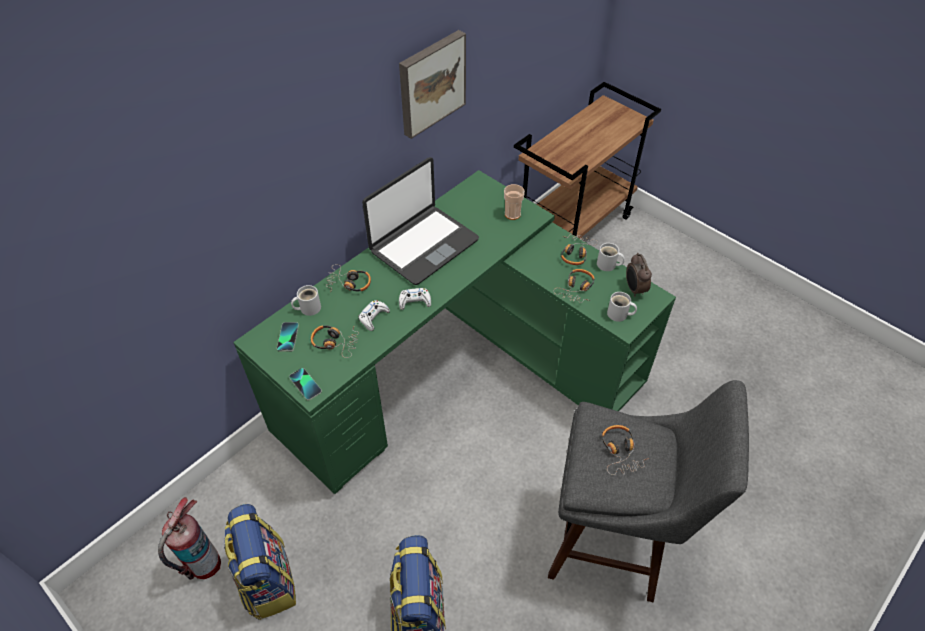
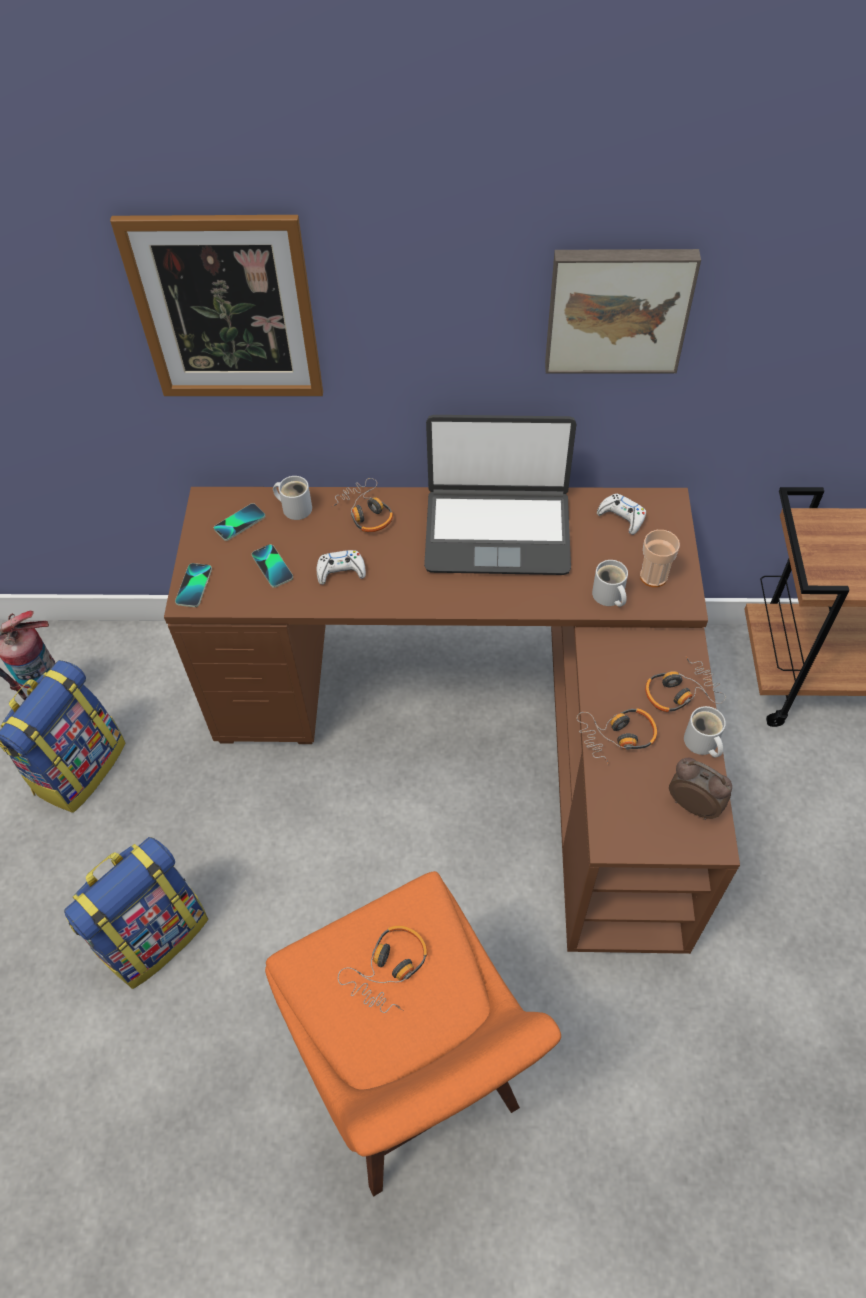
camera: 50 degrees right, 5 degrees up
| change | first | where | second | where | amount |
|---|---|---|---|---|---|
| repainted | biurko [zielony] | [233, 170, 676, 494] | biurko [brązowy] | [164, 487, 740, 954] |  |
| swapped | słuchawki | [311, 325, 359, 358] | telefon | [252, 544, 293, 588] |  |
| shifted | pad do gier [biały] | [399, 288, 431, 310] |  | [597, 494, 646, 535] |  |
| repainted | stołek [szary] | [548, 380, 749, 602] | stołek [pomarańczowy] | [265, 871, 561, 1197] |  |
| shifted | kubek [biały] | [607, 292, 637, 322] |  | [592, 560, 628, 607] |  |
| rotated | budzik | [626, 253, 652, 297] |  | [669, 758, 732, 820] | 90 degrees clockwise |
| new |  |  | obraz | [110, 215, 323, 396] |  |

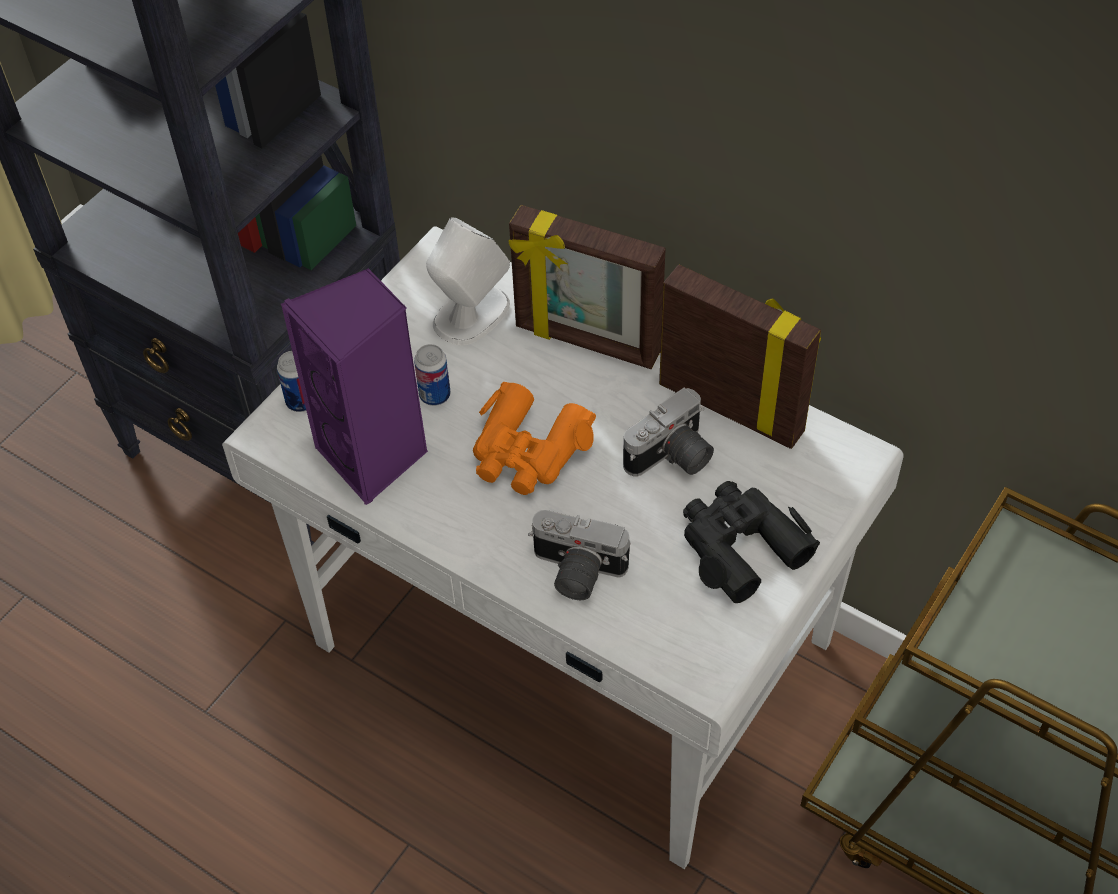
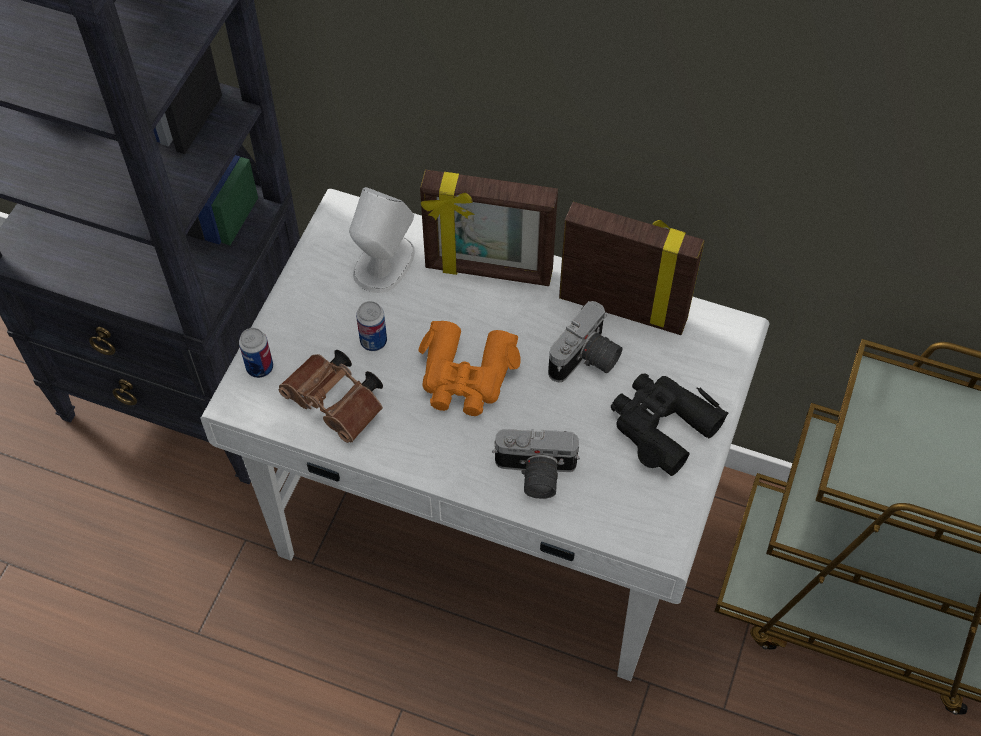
camera: 15 degrees left, 5 degrees up
| change | first | where | second | where | amount |
|---|---|---|---|---|---|
| swapped | głośnik [fioletowy] | [281, 268, 428, 505] | lornetka [brązowy] | [278, 350, 383, 443] |  |

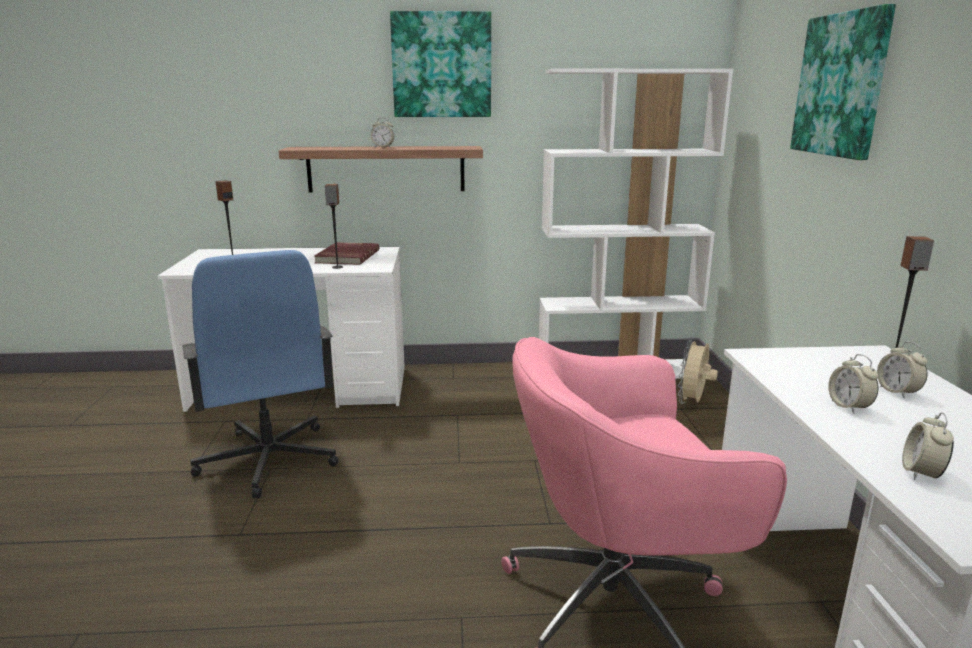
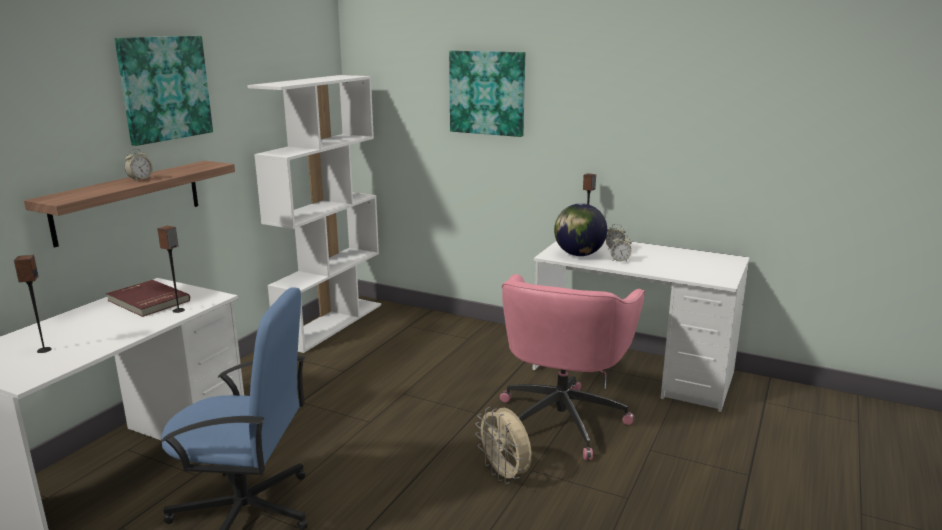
camera: 60 degrees left, 0 degrees up
| change | first | where | second | where | amount |
|---|---|---|---|---|---|
| shifted | wentylator [beżowy] | [677, 337, 718, 404] |  | [476, 407, 532, 484] |  |
| gone | budzik | [902, 412, 954, 480] |  |  |  |
| new |  |  | globus | [554, 203, 607, 256] |  |

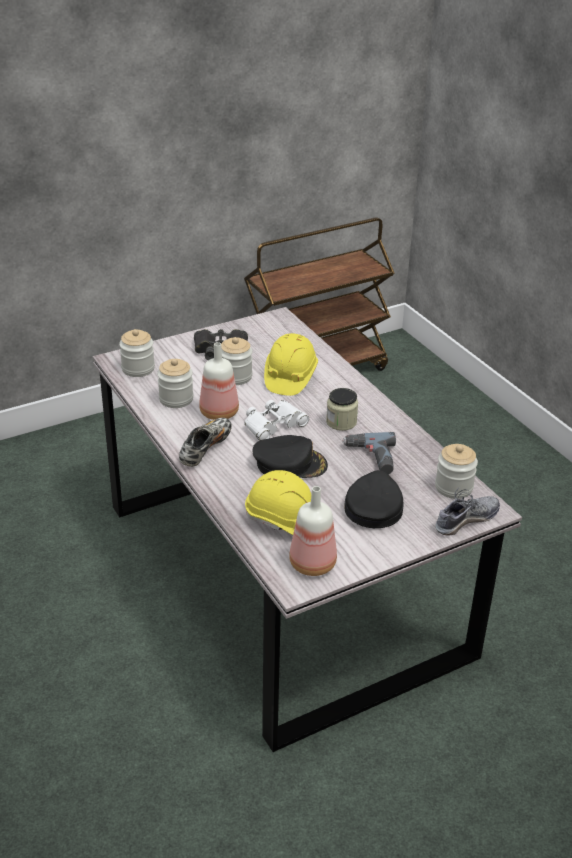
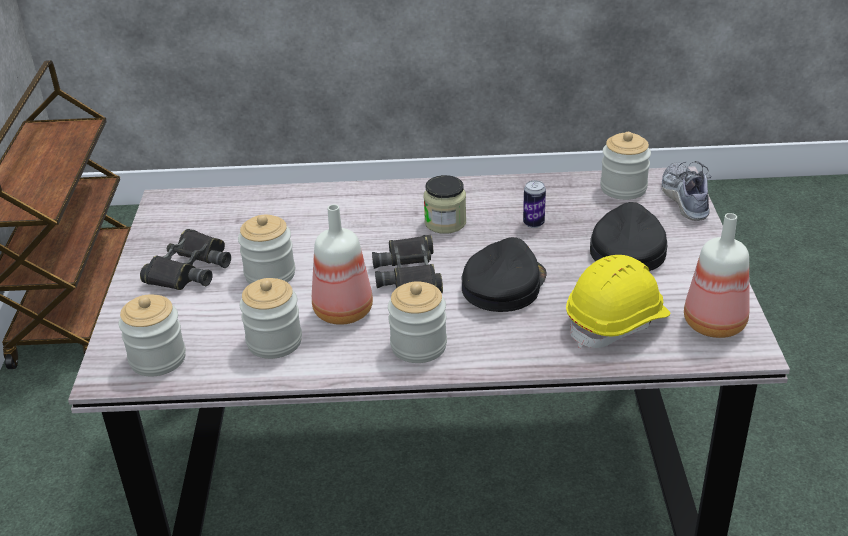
camera: 60 degrees left, 0 degrees up
| change | first | where | second | where | amount |
|---|---|---|---|---|---|
| swapped | but | [179, 418, 232, 467] | słoik | [388, 281, 447, 363] |  |
| repainted | lornetka [biały] | [244, 400, 309, 441] | lornetka [czarny] | [372, 235, 443, 293] |  |
| gone | kask [żółty] | [264, 333, 318, 396] |  |  |  |
| swapped | wiertarka | [342, 432, 396, 474] | puszka | [523, 180, 546, 228] |  |
| rotated | czapka z daszkiem [czarny] | [344, 470, 404, 528] |  | [590, 202, 667, 271] | 60 degrees clockwise |

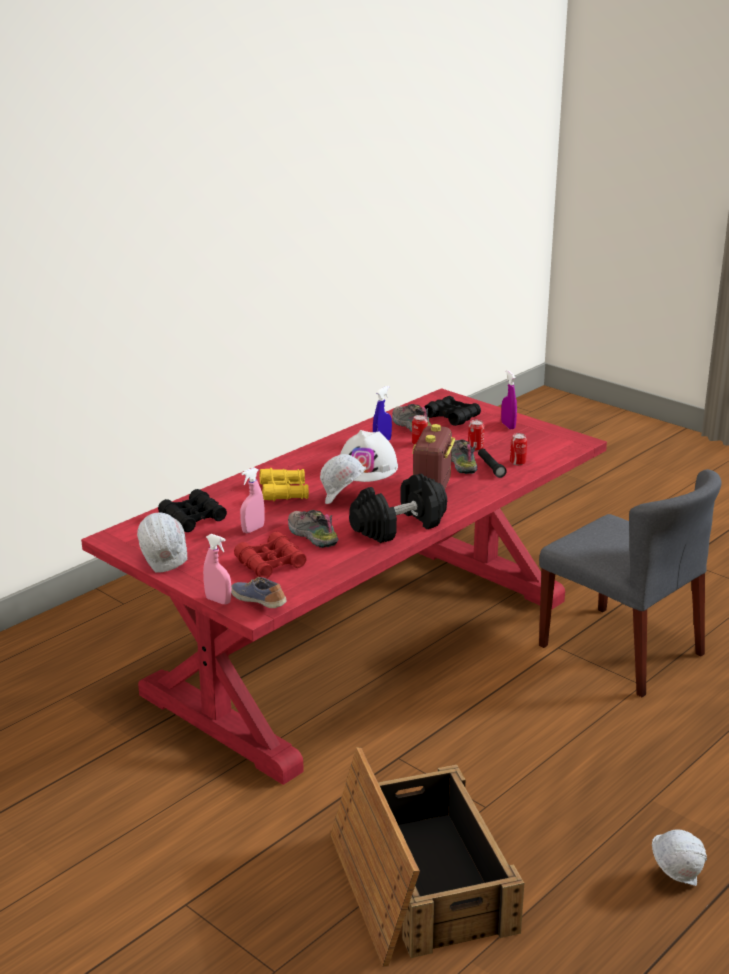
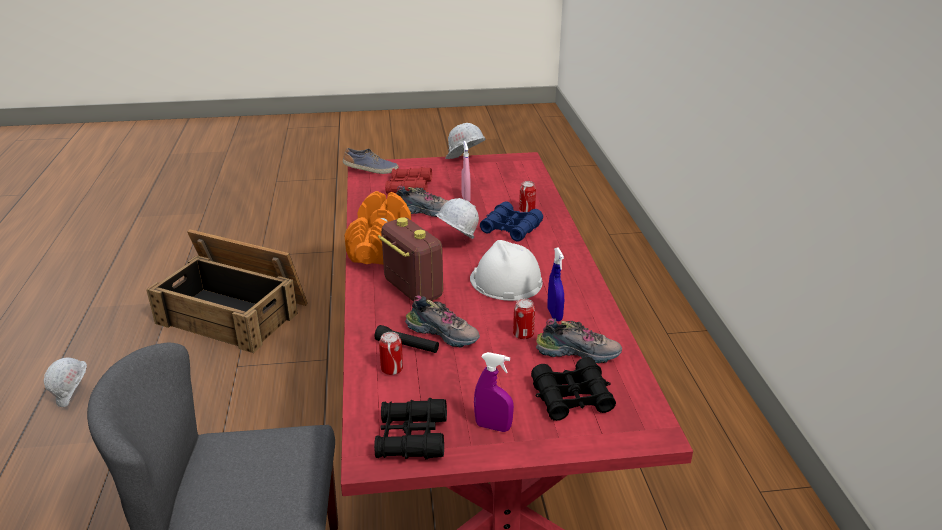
camera: 130 degrees right, 5 degrees up
| change | first | where | second | where | amount |
|---|---|---|---|---|---|
| shifted | lornetka [czarny] | [158, 489, 227, 532] |  | [374, 398, 447, 459] |  |
| gone | spryskiwacz [różowy] | [203, 534, 231, 604] |  |  |  |
| repainted | lornetka [żółty] | [260, 468, 309, 501] | lornetka [niebieski] | [480, 201, 543, 242] |  |
| repainted | hantel [czarny] | [349, 474, 447, 543] | hantel [pomarańczowy] | [344, 191, 411, 264] |  |
| shifted | puszka | [468, 420, 484, 451] |  | [519, 181, 536, 212] |  |

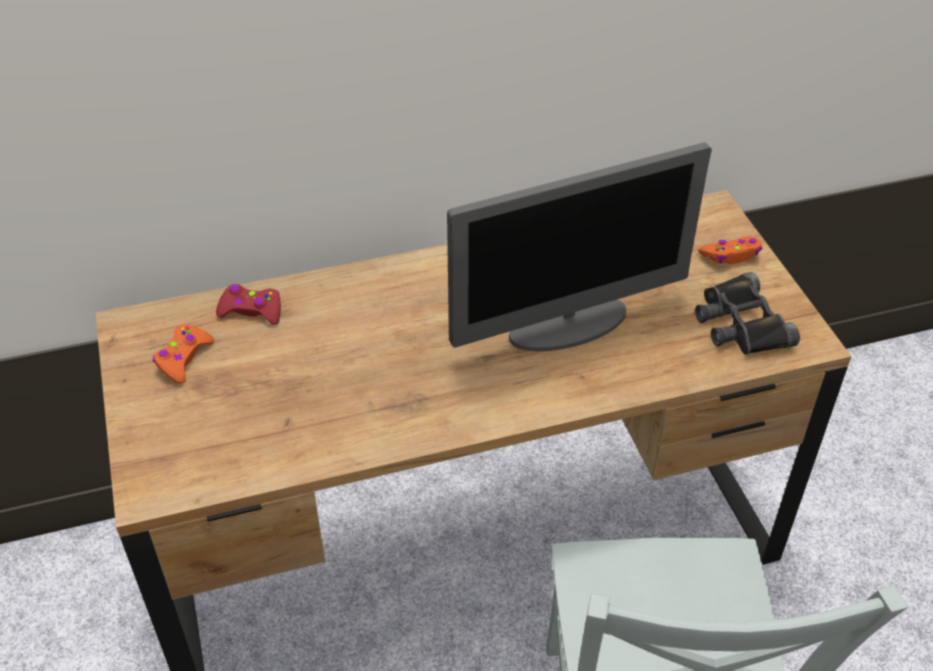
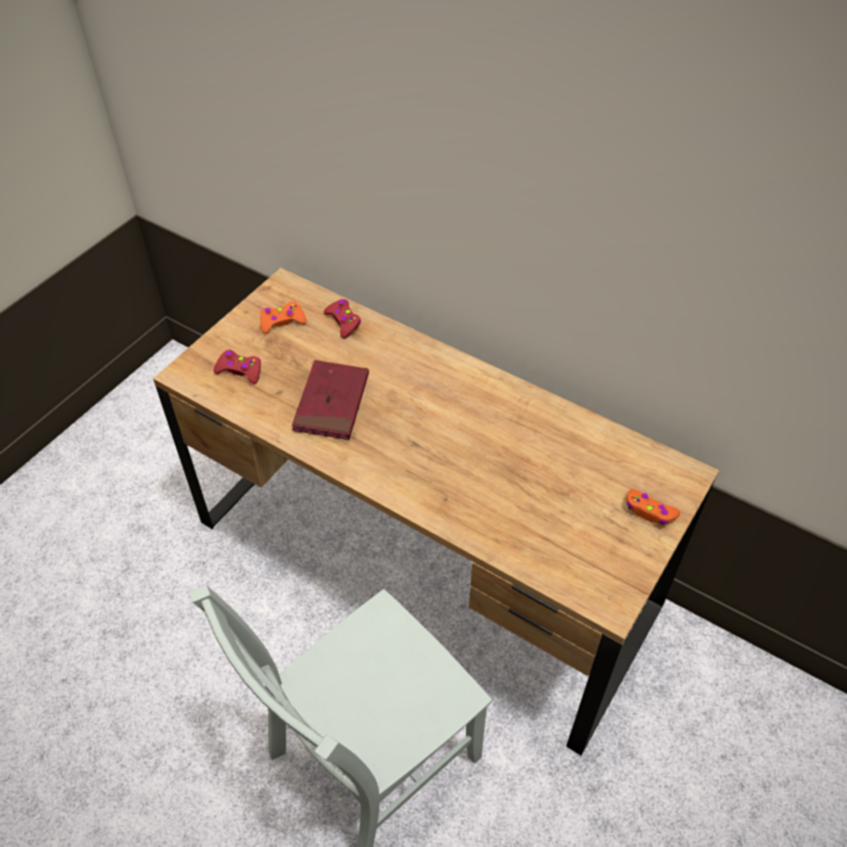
camera: 50 degrees right, 5 degrees up
| change | first | where | second | where | amount |
|---|---|---|---|---|---|
| gone | monitor | [447, 142, 712, 352] |  |  |  |
| gone | lornetka [czarny] | [695, 272, 800, 355] |  |  |  |
| new |  |  | pad do gier [czerwony] | [214, 350, 261, 384] |  |
| new |  |  | książka [czerwony] | [292, 360, 369, 440] |  |

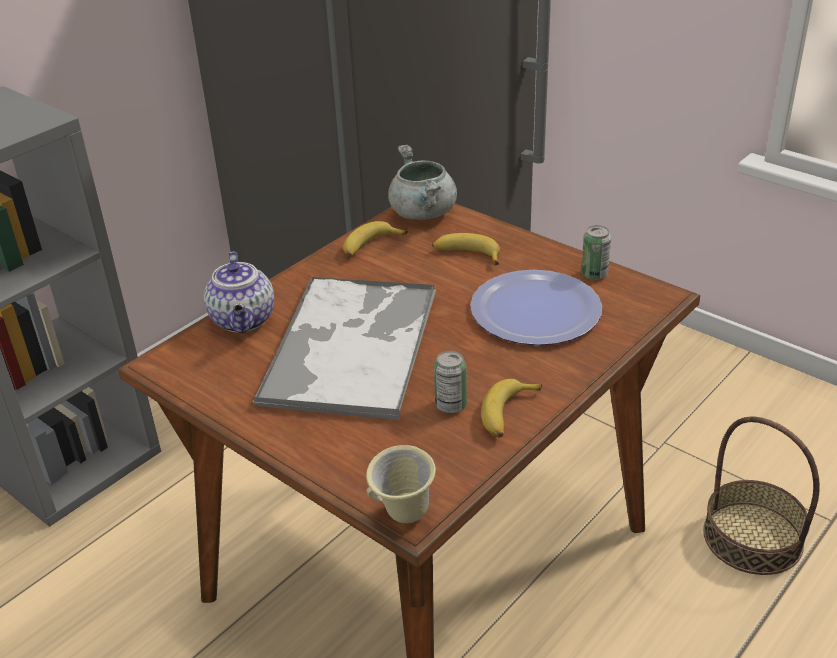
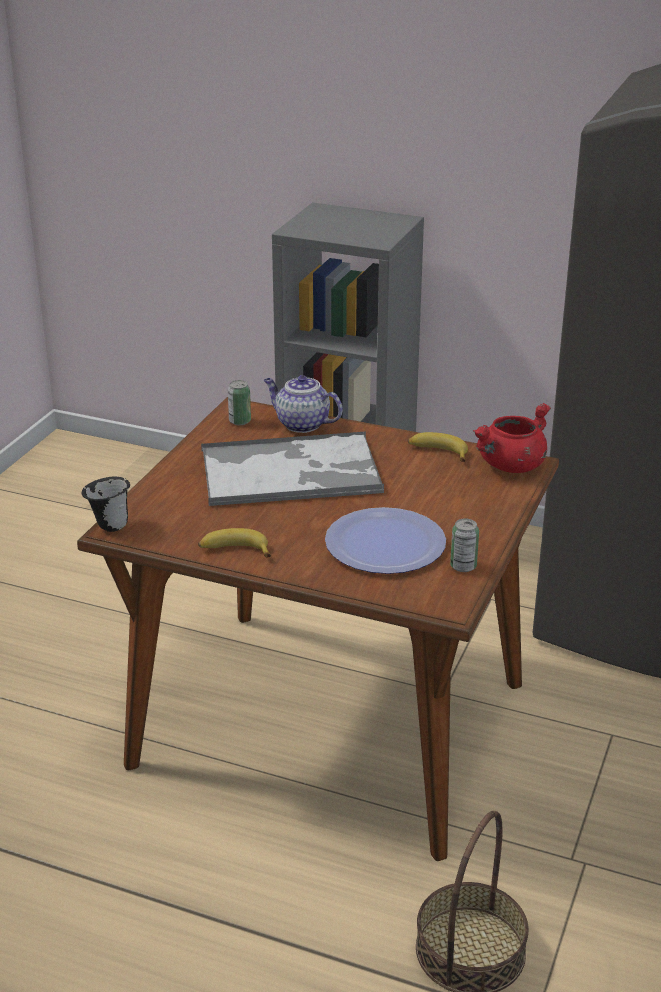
camera: 70 degrees right, 5 degrees down
| change | first | where | second | where | amount |
|---|---|---|---|---|---|
| rotated | imbryk | [204, 252, 275, 333] |  | [264, 375, 343, 433] | 60 degrees clockwise |
| repainted | kubek [beżowy] | [366, 445, 436, 523] | kubek [czarny] | [82, 477, 130, 532] |  |
| repainted | garnek [szary] | [388, 145, 457, 220] | garnek [czerwony] | [473, 403, 551, 473] |  |
| gone | banan | [432, 233, 500, 265] |  |  |  |
| shifted | puszka | [434, 351, 467, 413] |  | [228, 380, 251, 425] |  |

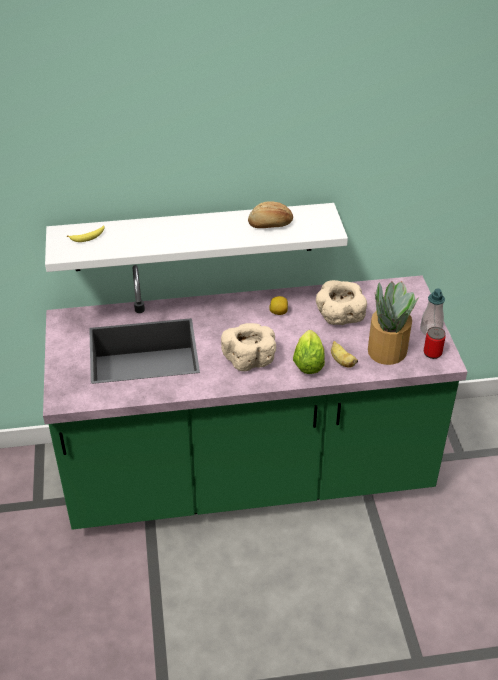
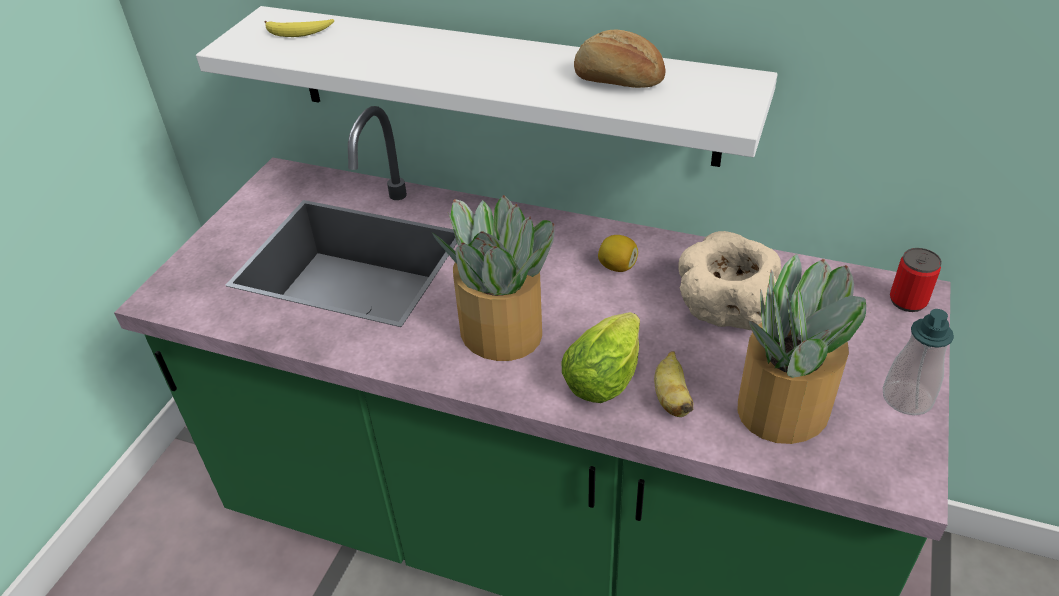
camera: 30 degrees right, 0 degrees up
| change | first | where | second | where | amount |
|---|---|---|---|---|---|
| swapped | miska [beżowy] | [221, 323, 276, 371] | roślina doniczkowa | [432, 195, 554, 361] |  |
| shifted | puszka | [424, 327, 446, 359] |  | [890, 248, 942, 312] |  |

